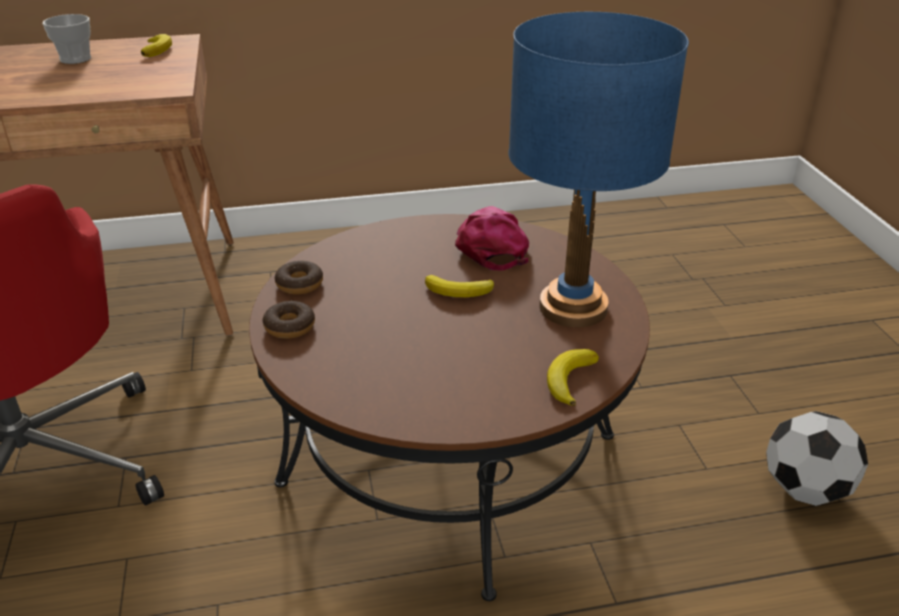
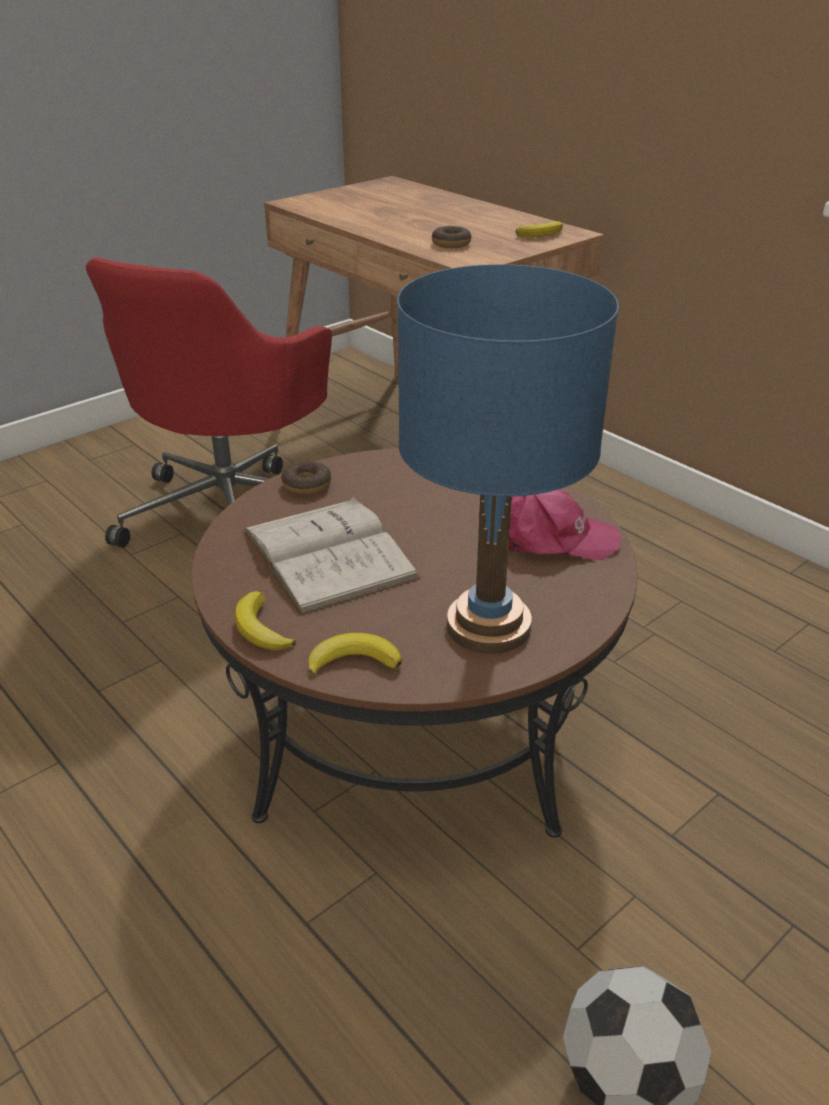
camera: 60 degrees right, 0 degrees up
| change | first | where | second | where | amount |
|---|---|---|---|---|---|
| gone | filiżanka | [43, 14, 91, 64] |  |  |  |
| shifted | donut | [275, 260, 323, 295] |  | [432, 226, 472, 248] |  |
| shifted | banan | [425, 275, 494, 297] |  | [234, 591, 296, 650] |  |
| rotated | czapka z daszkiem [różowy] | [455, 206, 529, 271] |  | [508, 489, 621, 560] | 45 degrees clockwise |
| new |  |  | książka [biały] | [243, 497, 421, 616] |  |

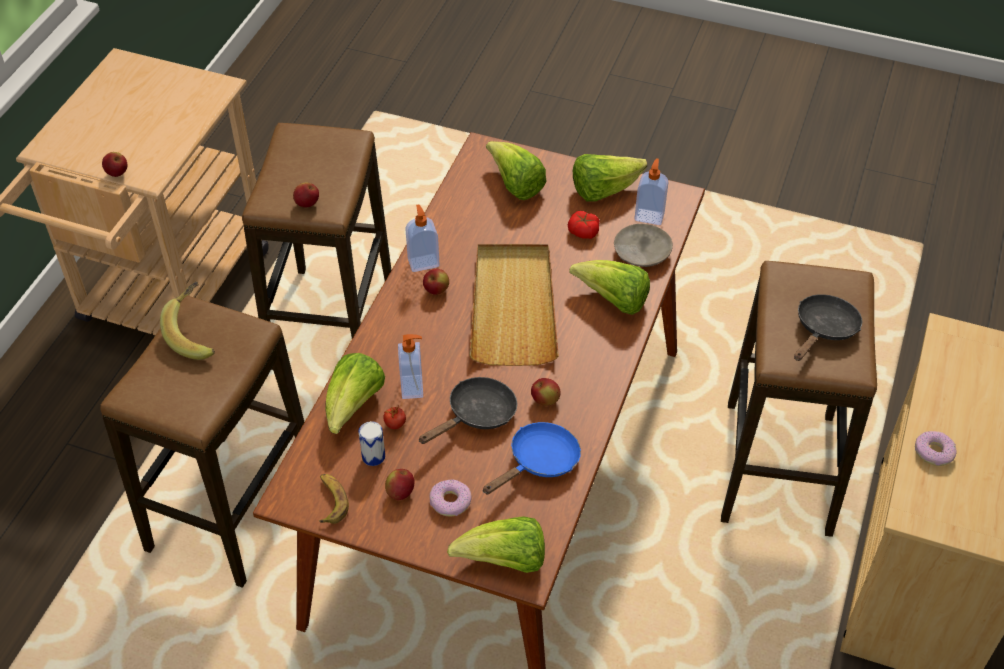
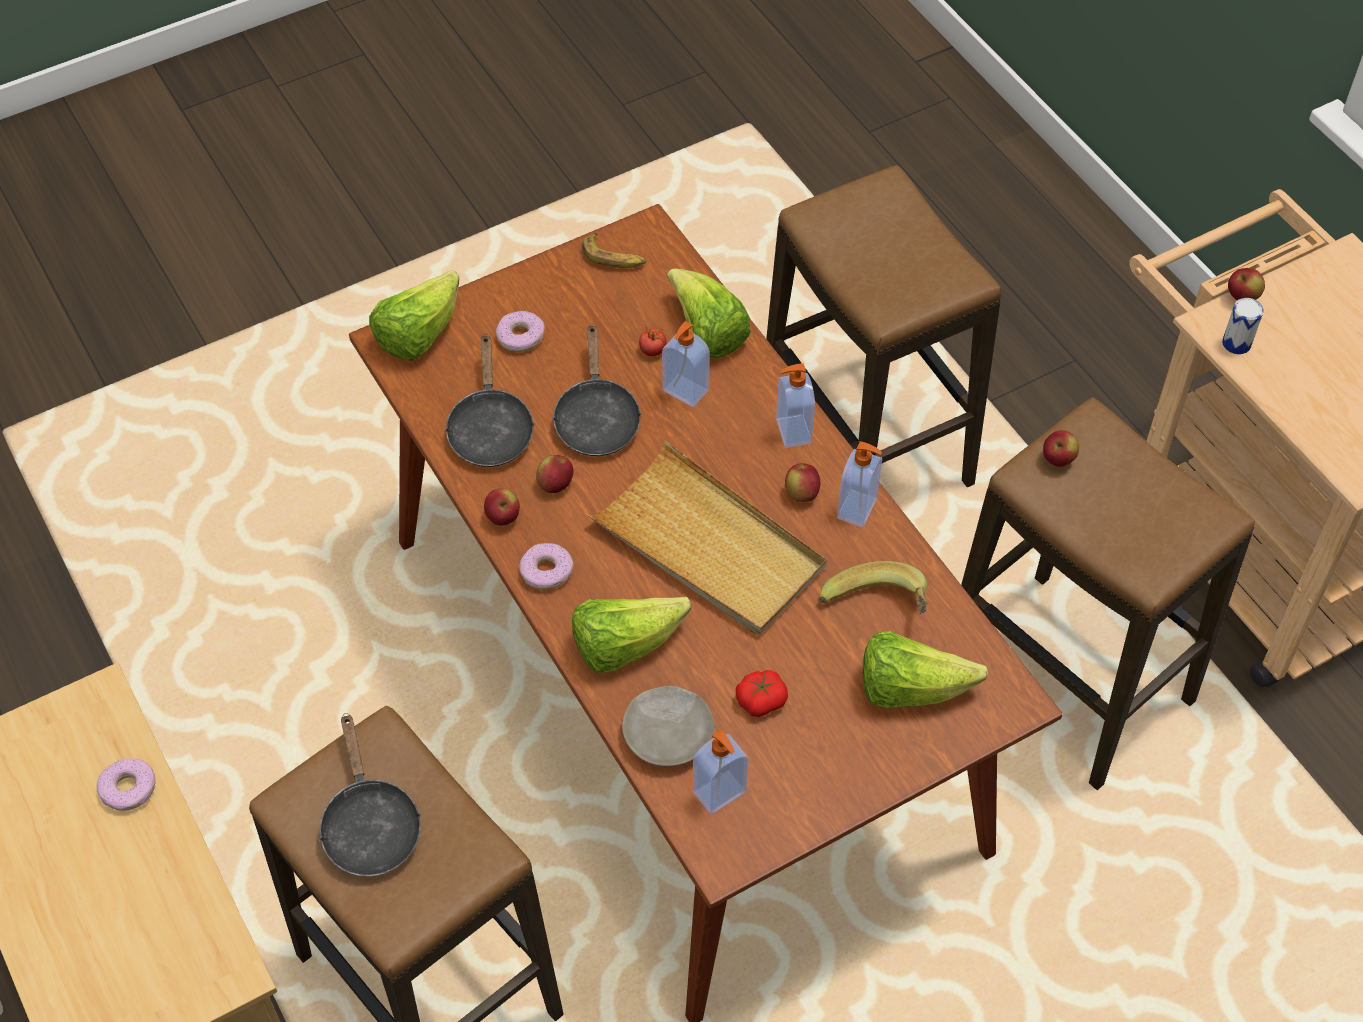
camera: 130 degrees right, 5 degrees up
| change | first | where | second | where | amount |
|---|---|---|---|---|---|
| shifted | banan | [160, 281, 215, 360] |  | [819, 561, 928, 614] |  |
| shifted | puszka | [358, 421, 385, 466] |  | [1222, 298, 1263, 354] |  |
| shifted | jabłko | [385, 469, 415, 500] |  | [484, 488, 520, 526] |  |
| repainted | patelnia [niebieski] | [483, 422, 581, 494] | patelnia [czarny] | [444, 334, 535, 467] |  |
| gone | sałata | [573, 154, 647, 201] |  |  |  |
| new |  |  | donut | [519, 543, 574, 589] |  |
| new |  |  | dozownik mydła | [776, 364, 815, 448] |  |

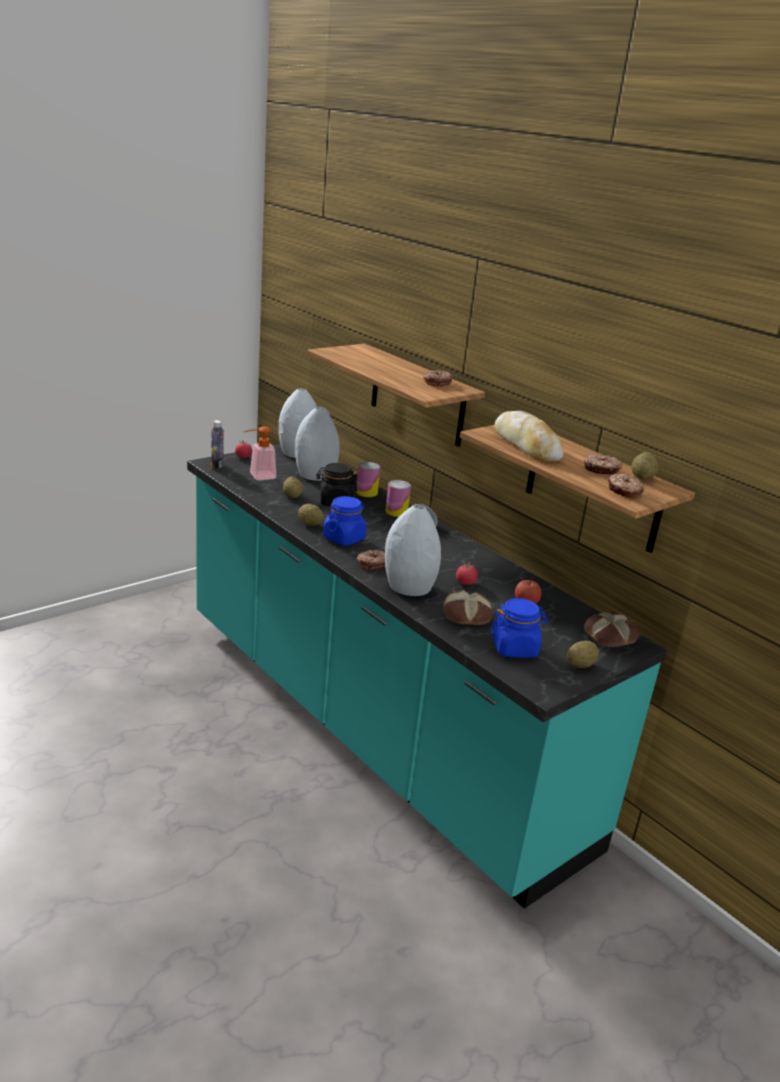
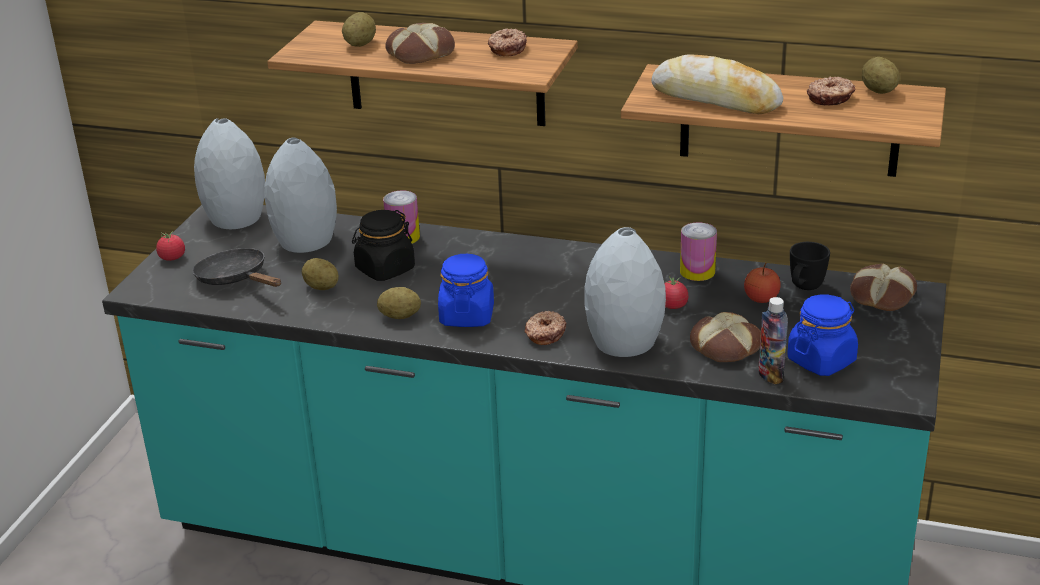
camera: 30 degrees left, 5 degrees up
| change | first | where | second | where | amount |
|---|---|---|---|---|---|
| shifted | butelka | [211, 420, 224, 469] |  | [758, 297, 788, 384] |  |
| swapped | dozownik mydła | [243, 426, 276, 480] | patelnia [czarny] | [192, 248, 281, 287] |  |
| shifted | puszka | [386, 480, 411, 517] |  | [680, 222, 717, 281] |  |
| shifted | ziemniak | [567, 641, 599, 668] |  | [342, 12, 376, 47] |  |
| gone | donut | [608, 474, 644, 498] |  |  |  |
| new |  |  | chleb | [385, 23, 455, 64] |  |
| new |  |  | kubek [czarny] | [790, 242, 830, 290] |  |

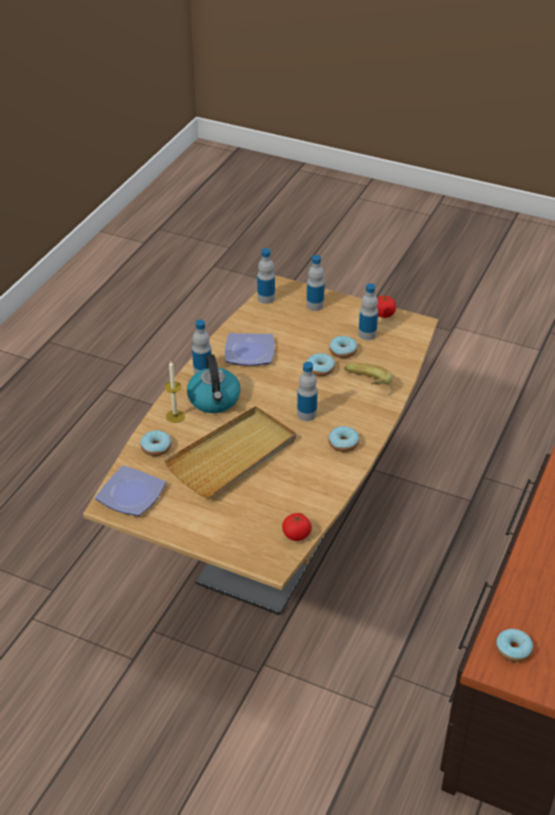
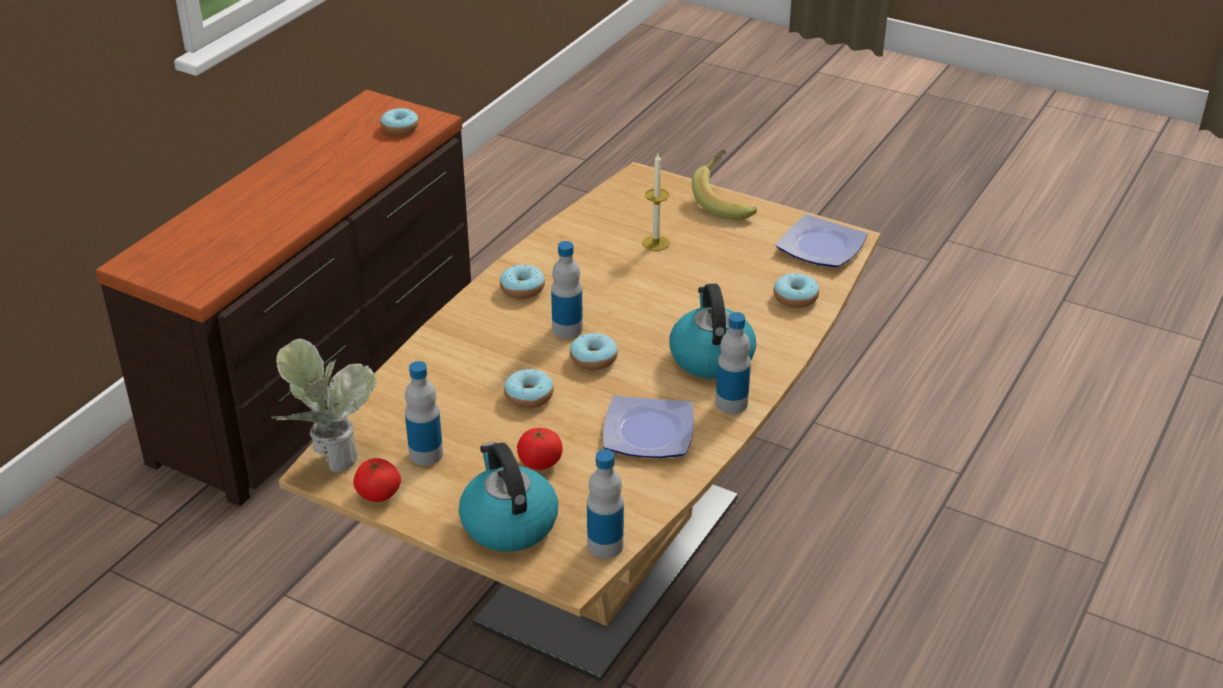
camera: 175 degrees left, 5 degrees down
| change | first | where | second | where | amount |
|---|---|---|---|---|---|
| gone | taca [beżowy] | [164, 406, 296, 498] |  |  |  |
| shifted | świeca | [165, 361, 185, 423] |  | [642, 154, 670, 251] |  |
| shifted | pomidor | [282, 513, 312, 541] |  | [517, 428, 563, 470] |  |
| swapped | butelka | [306, 255, 325, 311] | czajnik | [459, 442, 558, 552] |  |
| shifted | donut | [329, 336, 357, 358] |  | [570, 332, 618, 370] |  |
| shifted | banan | [344, 363, 393, 385] |  | [692, 149, 757, 220] |  |
| new |  |  | roślina doniczkowa | [271, 338, 377, 472] |  |

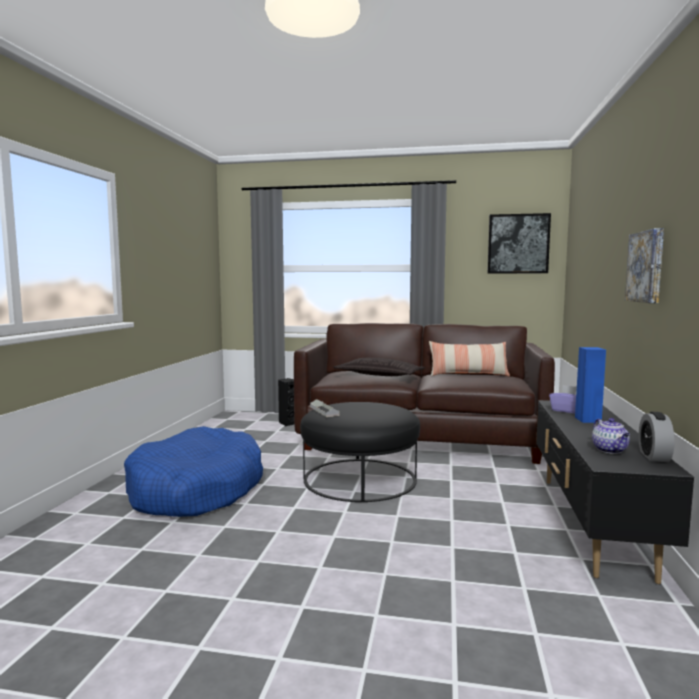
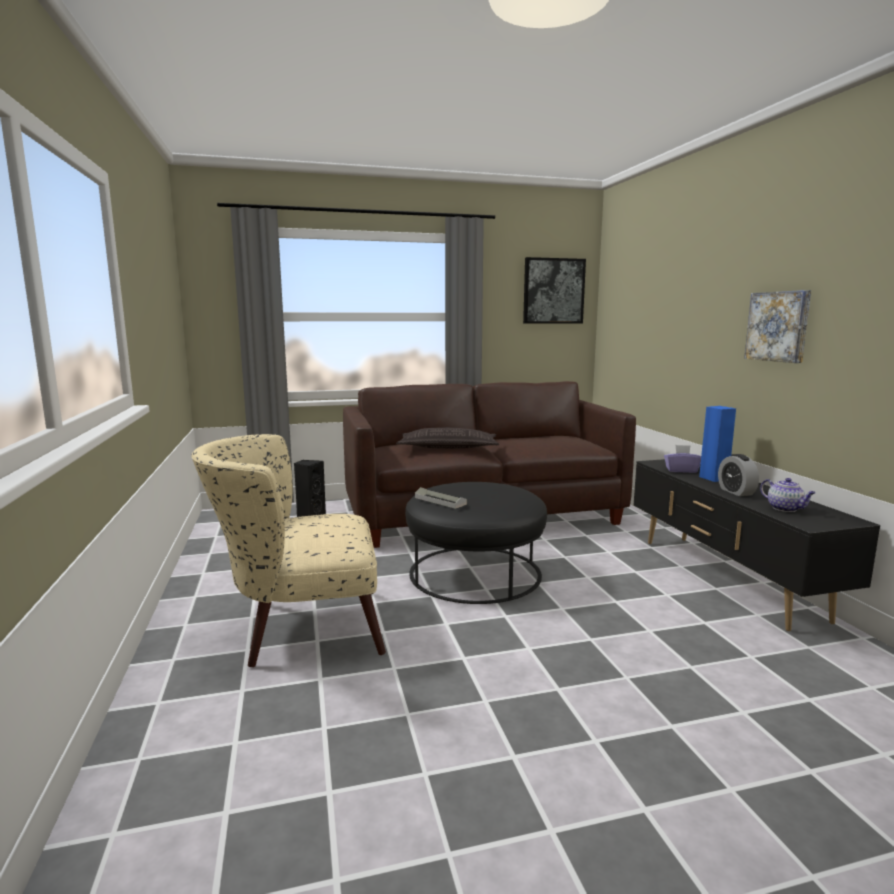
camera: 25 degrees left, 5 degrees up
| change | first | where | second | where | amount |
|---|---|---|---|---|---|
| swapped | legowisko [niebieski] | [124, 426, 263, 517] | fotel [beżowy] | [191, 434, 386, 667] |  |
| gone | poduszka | [429, 341, 510, 376] |  |  |  |
| shifted | budzik | [639, 412, 675, 462] |  | [718, 454, 759, 496] |  |

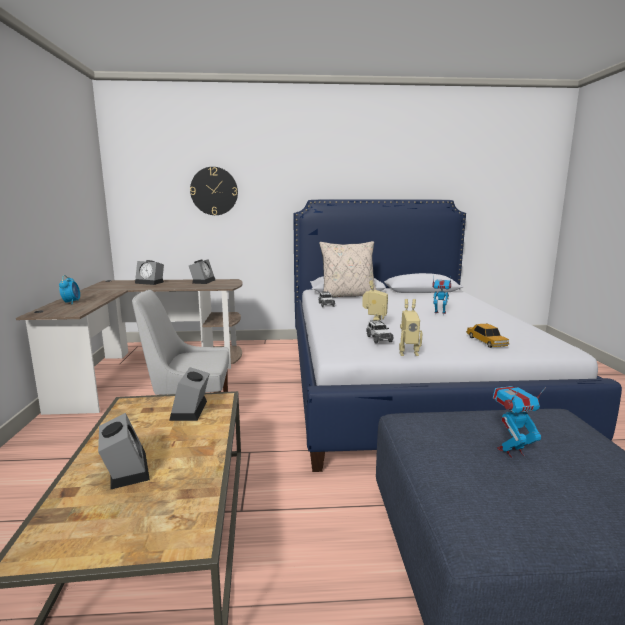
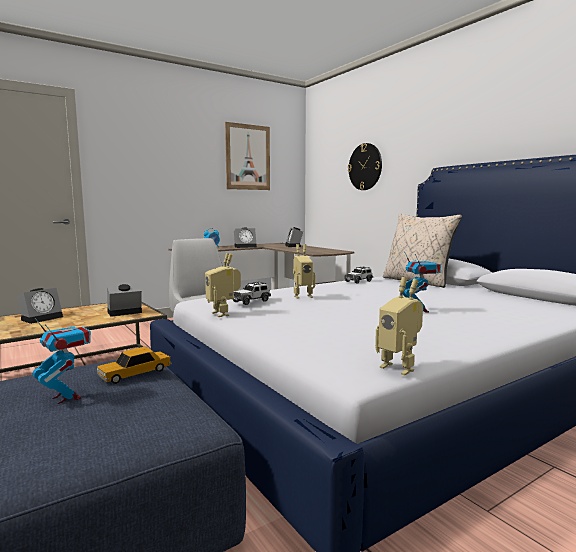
camera: 60 degrees right, 5 degrees down
| change | first | where | second | where | amount |
|---|---|---|---|---|---|
| shifted | budzik | [189, 259, 215, 284] |  | [234, 227, 257, 248] |  |
| shifted | samochodzik | [466, 324, 509, 348] |  | [97, 347, 172, 384] |  |
| new |  |  | obraz | [225, 122, 270, 190] |  |
| new |  |  | robot zabawkowy | [375, 277, 423, 376] |  |

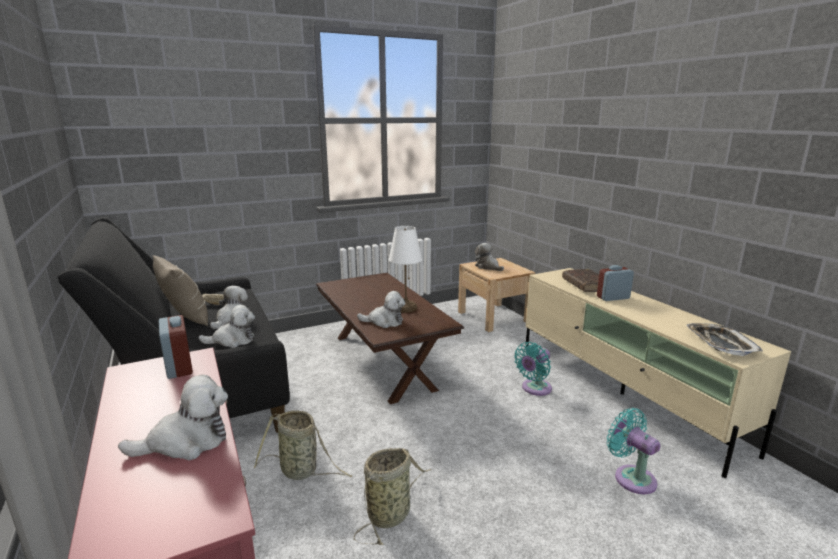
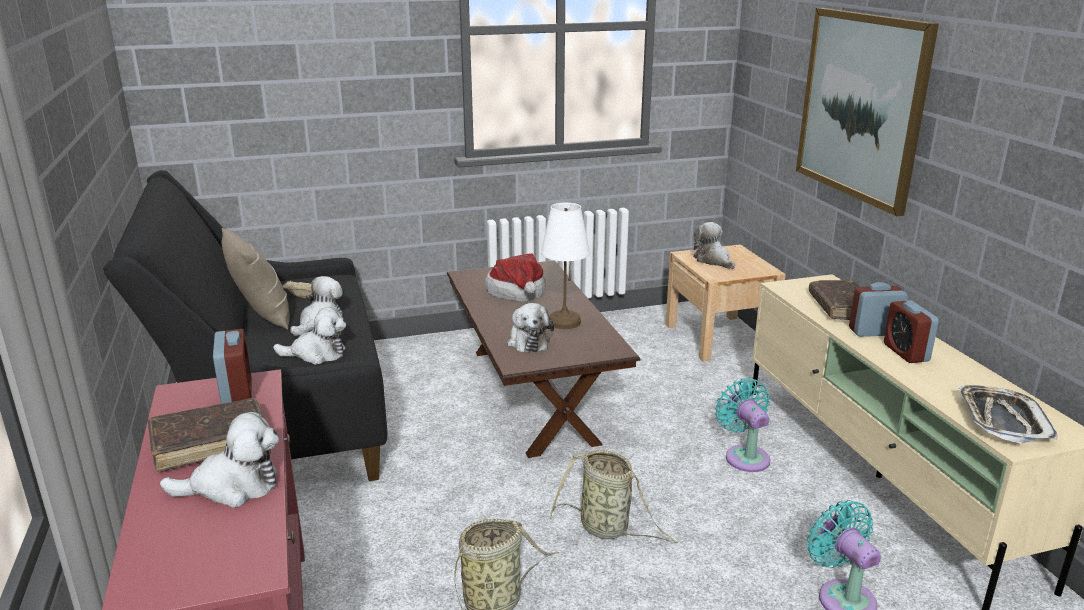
camera: 10 degrees right, 5 degrees up
| change | first | where | second | where | amount |
|---|---|---|---|---|---|
| shifted | koszyk | [254, 410, 353, 480] |  | [549, 450, 678, 543] |  |
| rotated | pluszak | [357, 291, 405, 328] |  | [507, 303, 554, 353] | 60 degrees clockwise |
| rotated | wentylator [turkusowy] | [514, 342, 552, 396] |  | [715, 378, 770, 472] | 105 degrees clockwise |
| new |  |  | książka [brązowy] | [148, 398, 264, 472] |  |
| new |  |  | kapelusz | [485, 253, 546, 302] |  |
| new |  |  | obraz | [796, 8, 939, 216] |  |
| new |  |  | budzik | [884, 300, 939, 363] |  |

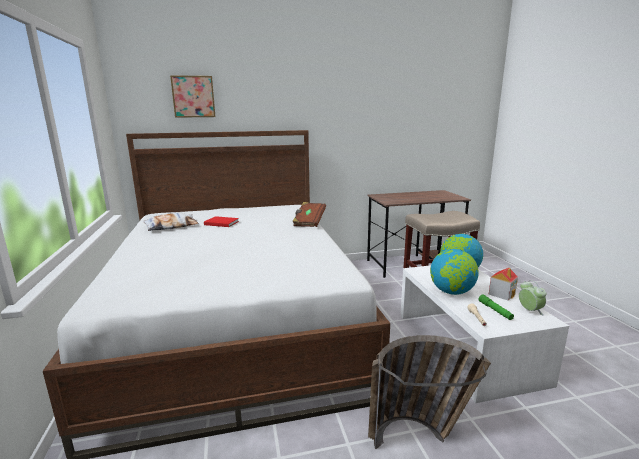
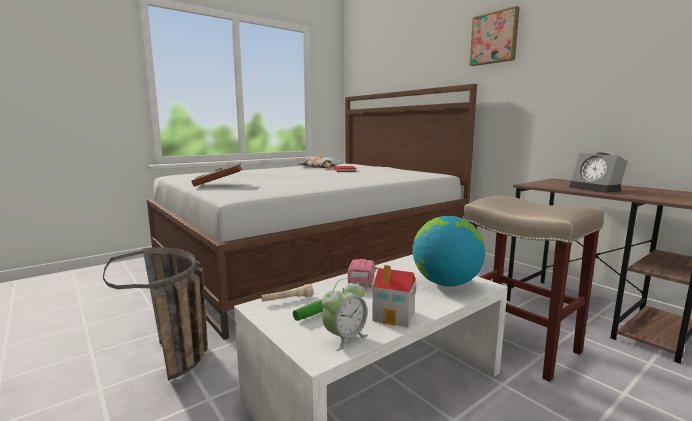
camera: 65 degrees right, 5 degrees down
| change | first | where | second | where | amount |
|---|---|---|---|---|---|
| shifted | obraz | [170, 75, 215, 118] |  | [470, 6, 520, 66] |  |
| shifted | książka [brązowy] | [292, 202, 326, 227] |  | [192, 162, 243, 186] |  |
| swapped | globus | [430, 249, 479, 295] | samochodzik | [348, 259, 378, 289] |  |
| new |  |  | budzik | [569, 153, 628, 193] |  |

